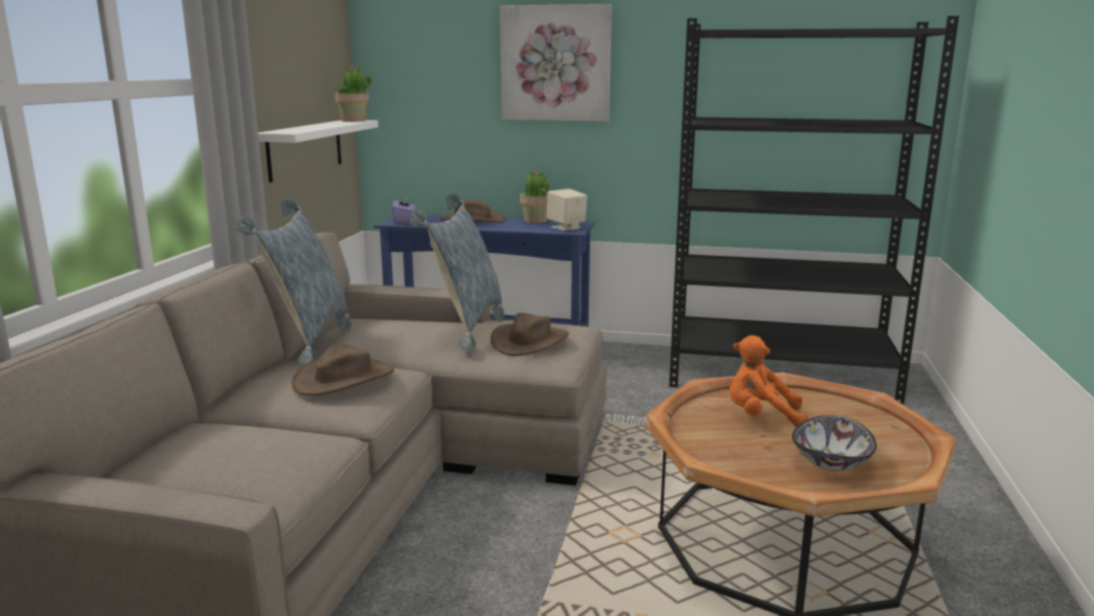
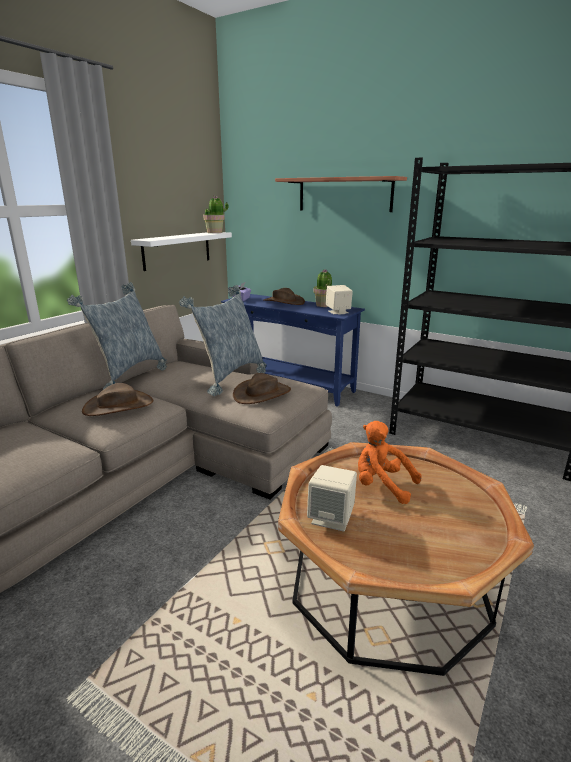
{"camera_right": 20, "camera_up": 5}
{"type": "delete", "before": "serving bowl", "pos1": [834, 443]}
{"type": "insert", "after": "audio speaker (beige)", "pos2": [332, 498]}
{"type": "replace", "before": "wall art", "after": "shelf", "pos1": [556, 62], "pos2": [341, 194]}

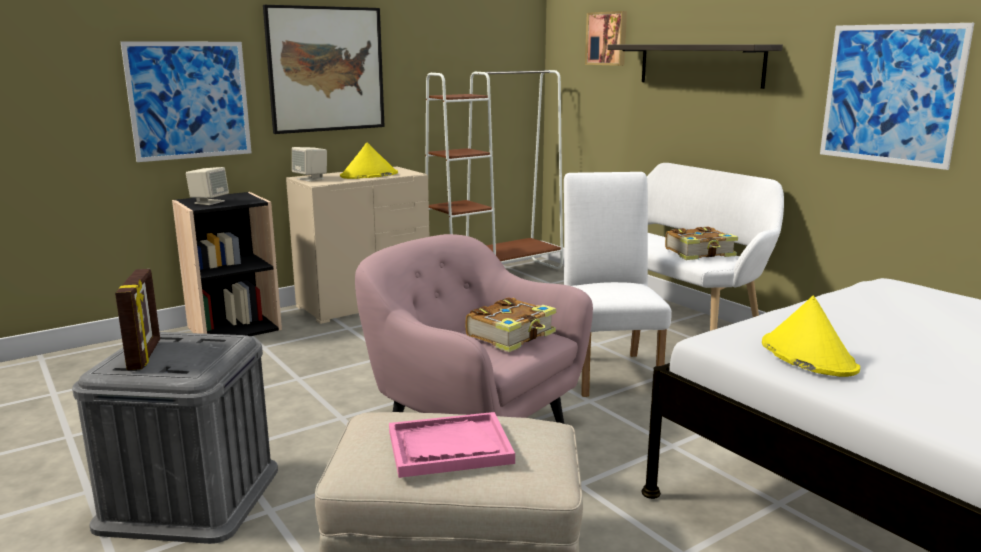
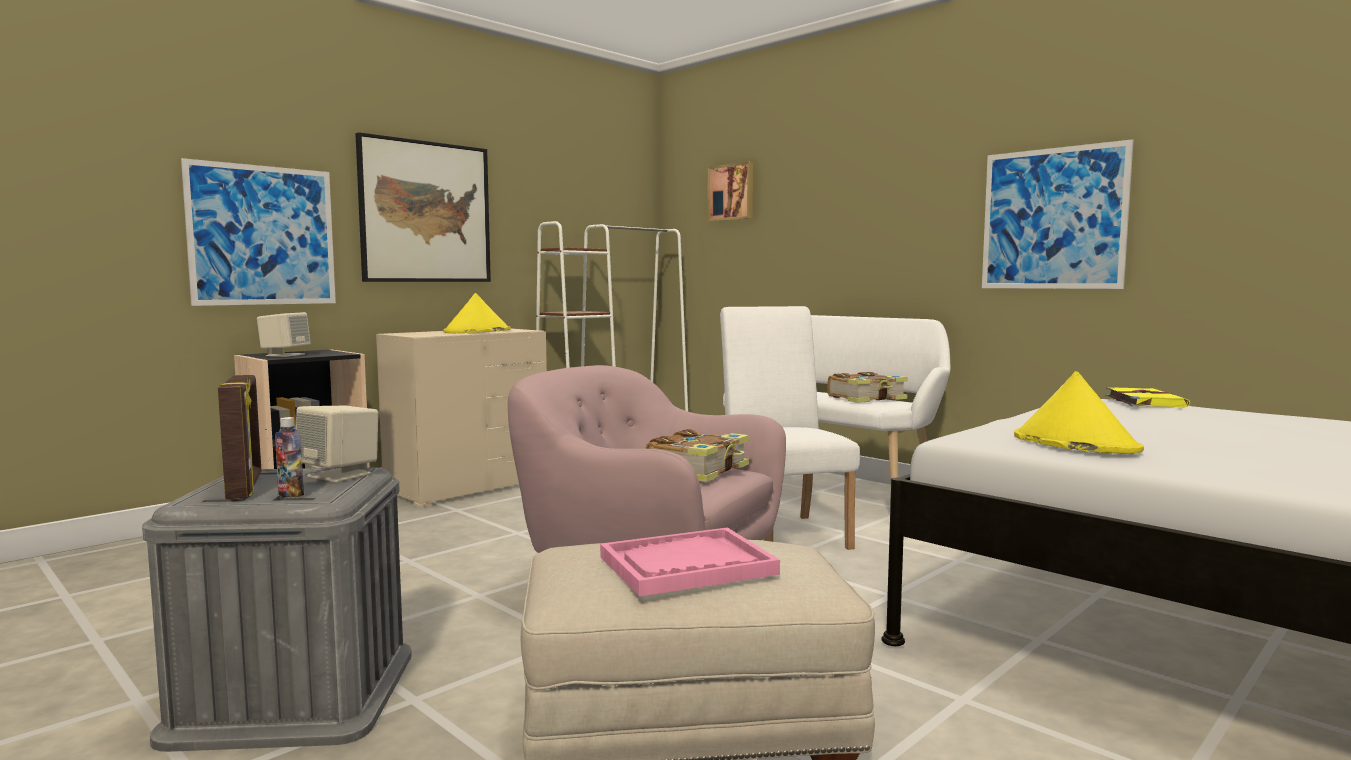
{"camera_right": -10, "camera_up": -10}
{"type": "delete", "before": "shelf", "pos1": [695, 67]}
{"type": "insert", "after": "drink bottle", "pos2": [289, 457]}
{"type": "insert", "after": "volume (yellow)", "pos2": [1147, 397]}
{"type": "move", "before": "audio speaker (beige)", "pos1": [309, 164], "pos2": [337, 444]}

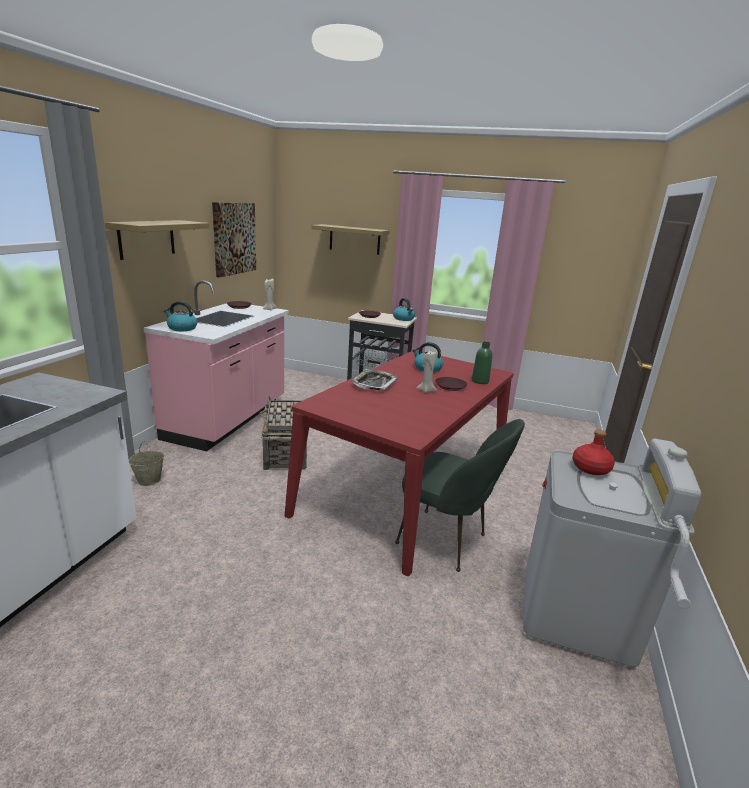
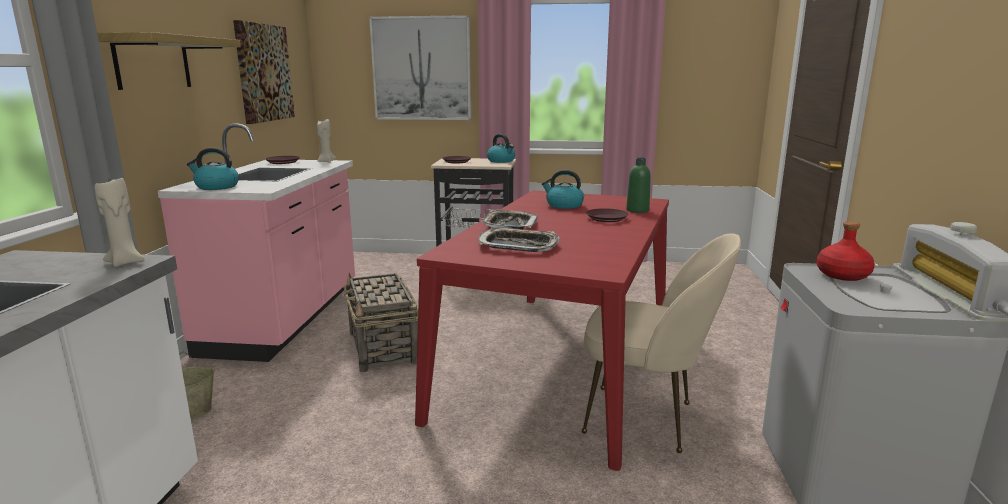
{"camera_right": -10, "camera_up": -5}
{"type": "insert", "after": "serving tray", "pos2": [518, 240]}
{"type": "move", "before": "wax candle (beige)", "pos1": [426, 372], "pos2": [120, 222]}
{"type": "replace", "before": "shelf", "after": "wall art", "pos1": [350, 239], "pos2": [420, 67]}
{"type": "recolor", "before": "plain chair (green)", "after": "plain chair (beige)", "pos1": [460, 495], "pos2": [661, 343]}

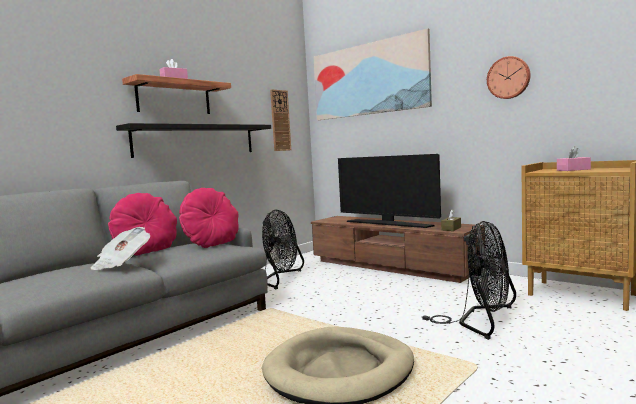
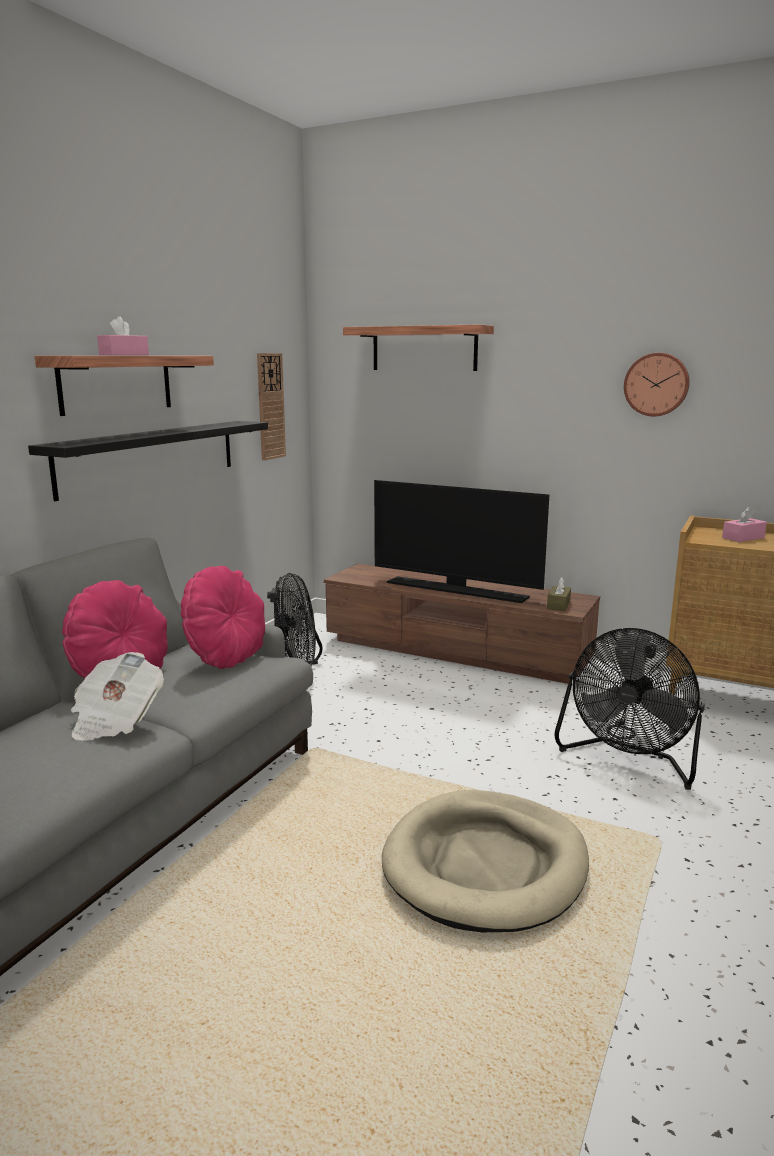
{"camera_right": -15, "camera_up": 10}
{"type": "replace", "before": "wall art", "after": "shelf", "pos1": [372, 74], "pos2": [418, 347]}
{"type": "rotate", "before": "electric fan (black)", "pos1": [469, 280], "pos2": [630, 709], "turn": 105}

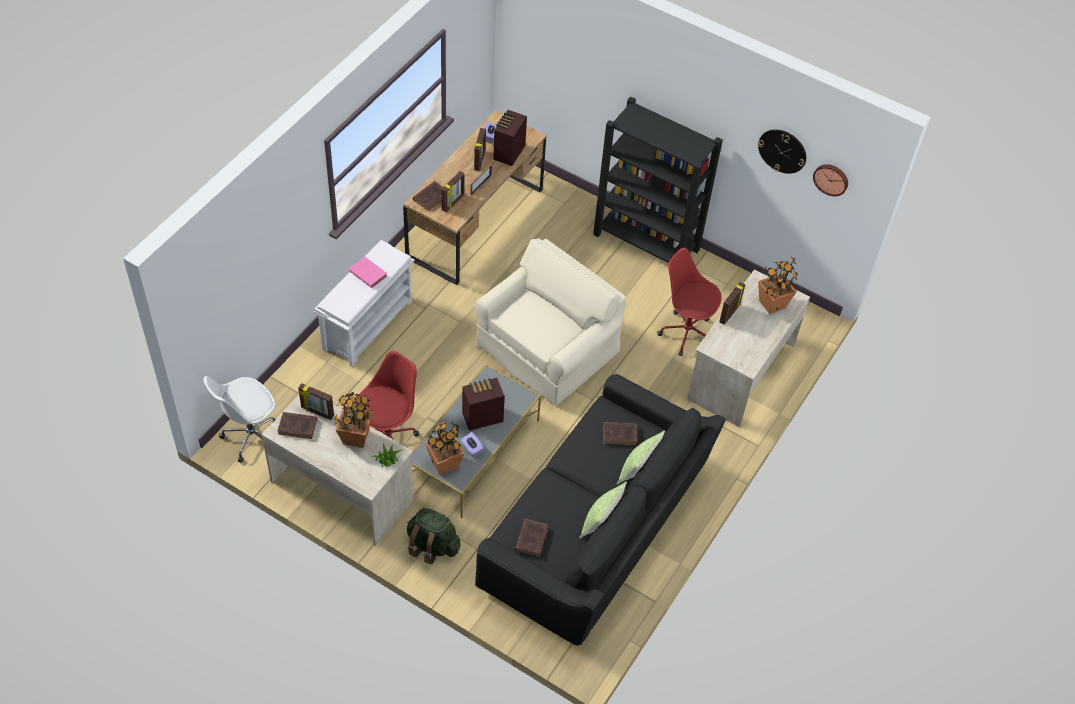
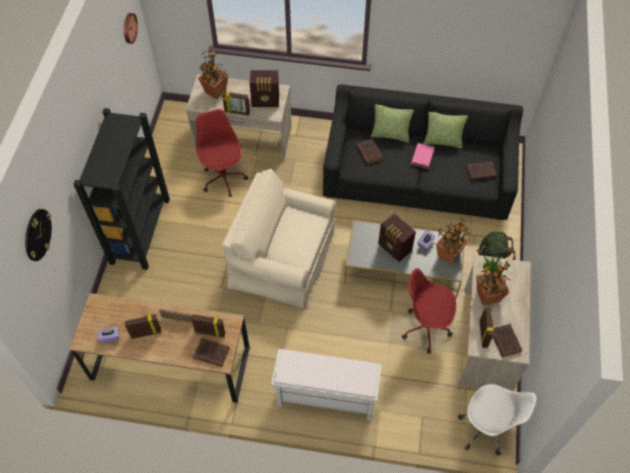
{"camera_right": -110, "camera_up": 5}
{"type": "move", "before": "volume (pink)", "pos1": [368, 272], "pos2": [423, 155]}
{"type": "move", "before": "radio receiver", "pos1": [510, 138], "pos2": [264, 88]}
{"type": "move", "before": "clock on the wall", "pos1": [782, 151], "pos2": [38, 235]}
{"type": "rotate", "before": "computer chair (red)", "pos1": [689, 302], "pos2": [222, 153], "turn": 150}

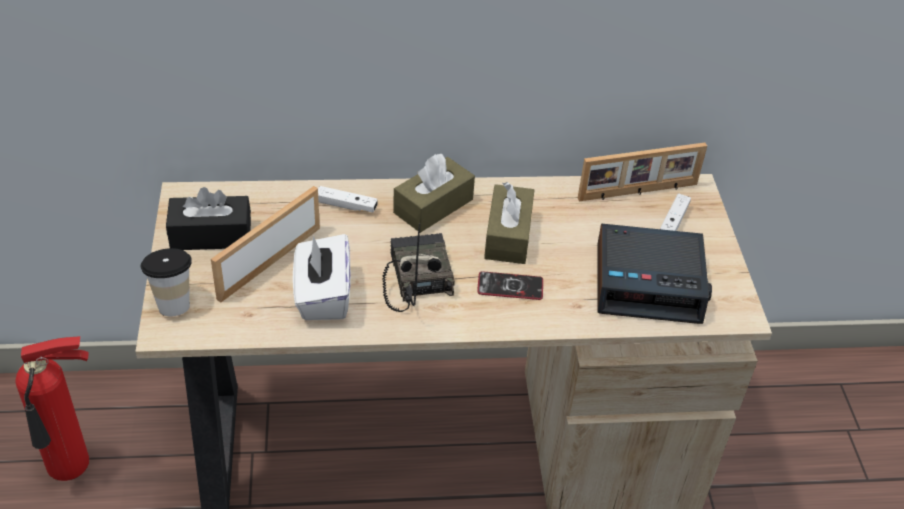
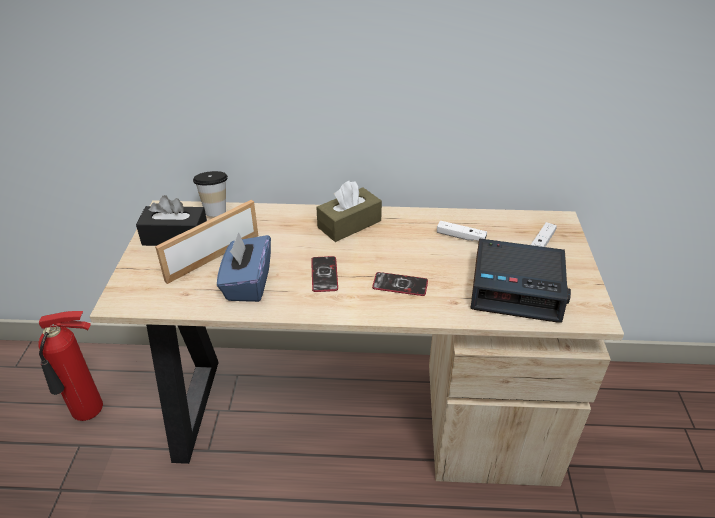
{"camera_right": 10, "camera_up": -5}
{"type": "delete", "before": "tissue holder (brown)", "pos1": [509, 223]}
{"type": "delete", "before": "standing frame", "pos1": [642, 172]}
{"type": "move", "before": "cup", "pos1": [166, 282], "pos2": [210, 194]}
{"type": "move", "before": "joypad (whitish)", "pos1": [348, 199], "pos2": [462, 231]}
{"type": "replace", "before": "radio receiver", "after": "handset", "pos1": [419, 267], "pos2": [324, 274]}
{"type": "recolor", "before": "tissue holder (whitish)", "after": "tissue holder (blue)", "pos1": [321, 277], "pos2": [244, 267]}

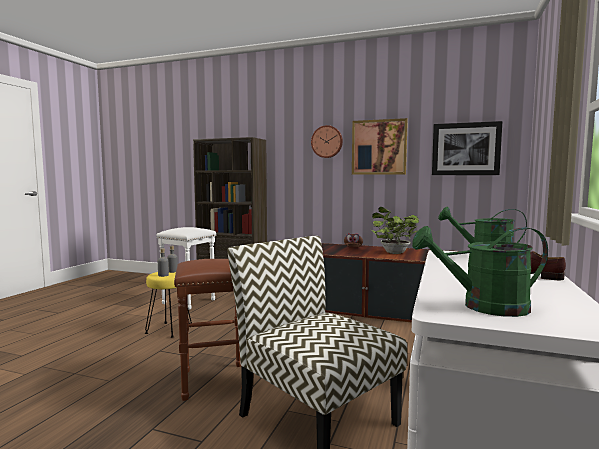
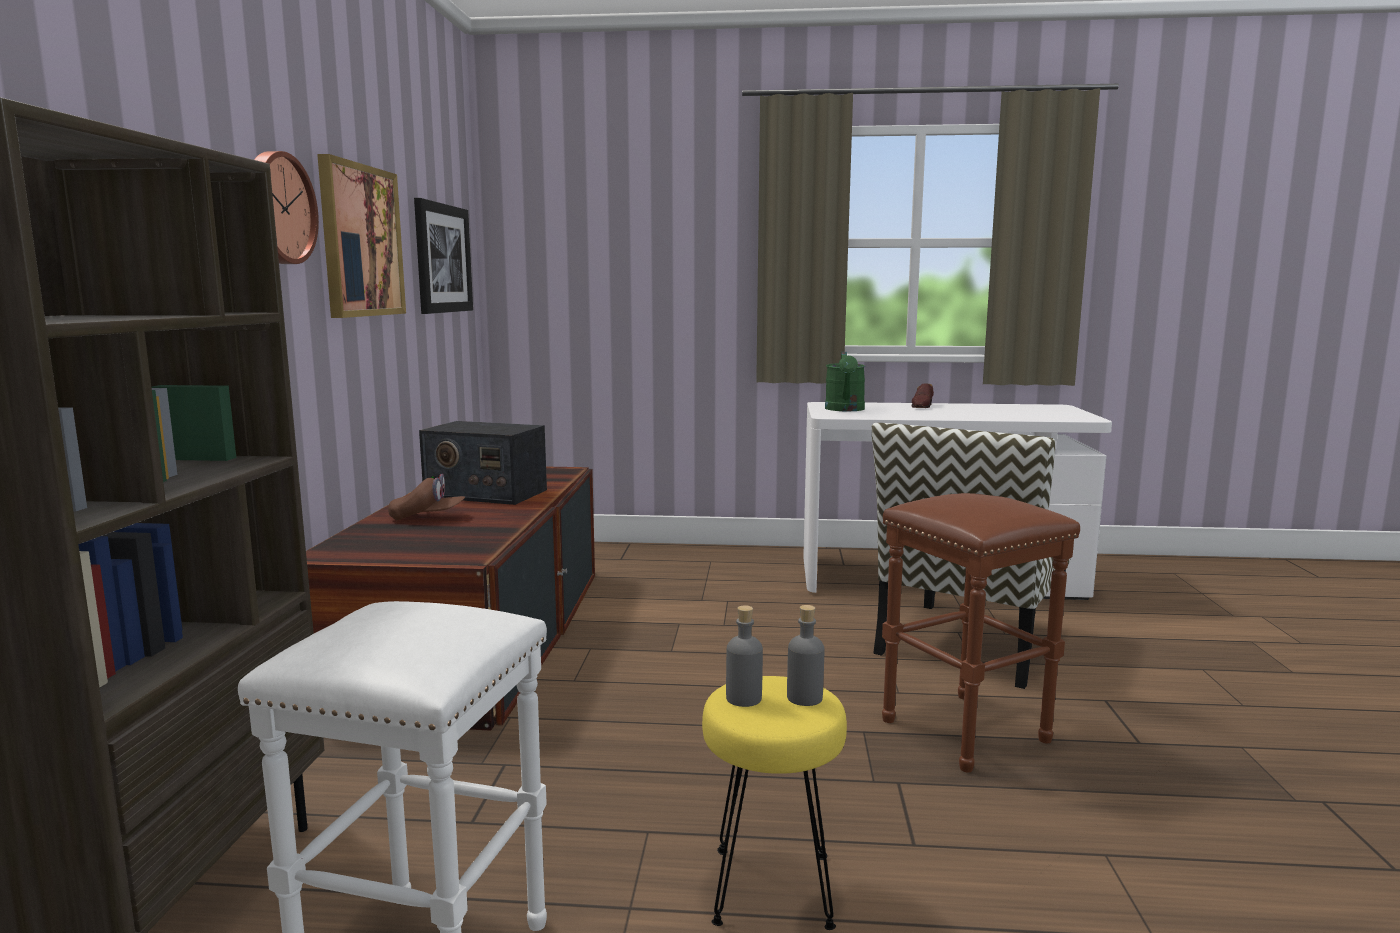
{"camera_right": -105, "camera_up": 5}
{"type": "delete", "before": "watering pot (green)", "pos1": [480, 271]}
{"type": "replace", "before": "potted plant", "after": "radio receiver", "pos1": [395, 230], "pos2": [483, 463]}

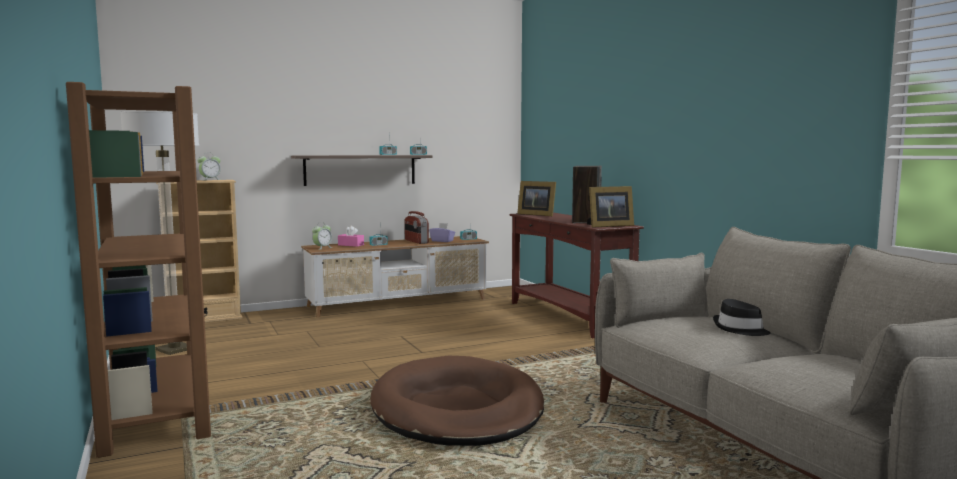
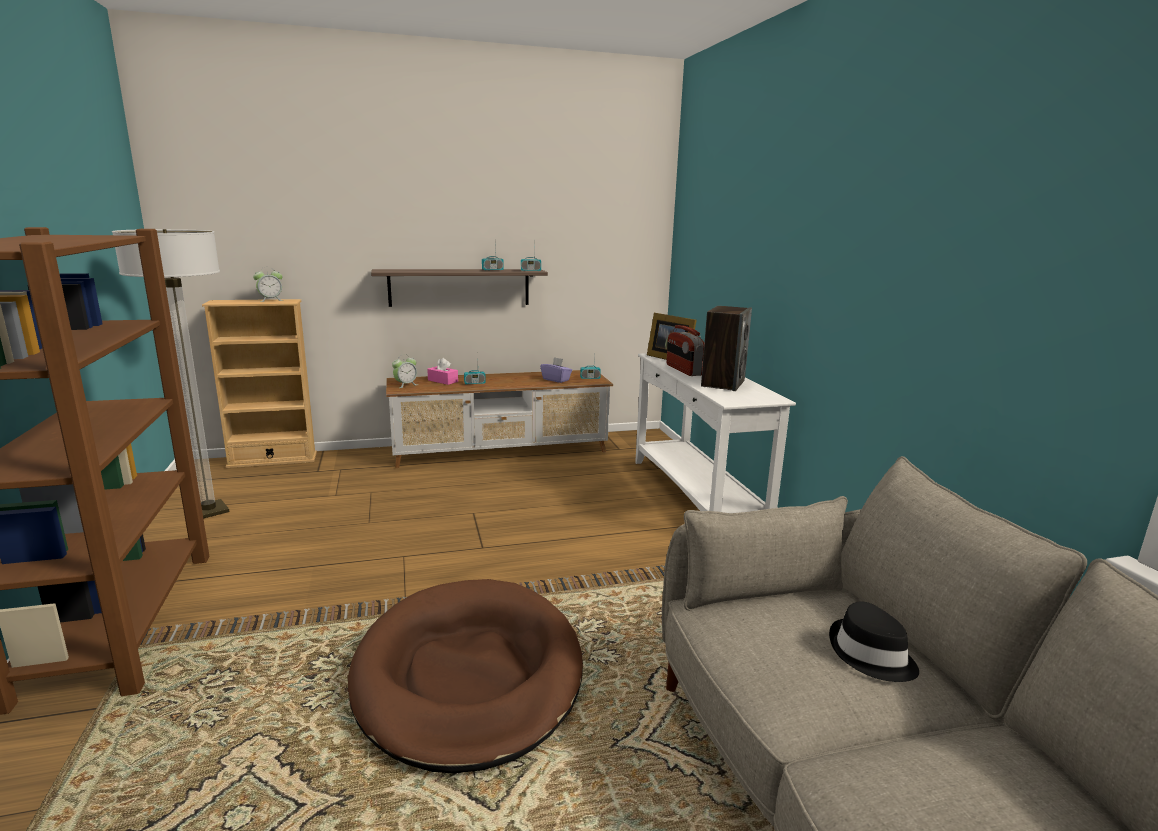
{"camera_right": 10, "camera_up": 10}
{"type": "delete", "before": "standing frame", "pos1": [610, 207]}
{"type": "move", "before": "radio receiver", "pos1": [417, 227], "pos2": [685, 350]}
{"type": "recolor", "before": "console table (brown)", "after": "console table (whitish)", "pos1": [577, 275], "pos2": [715, 433]}

